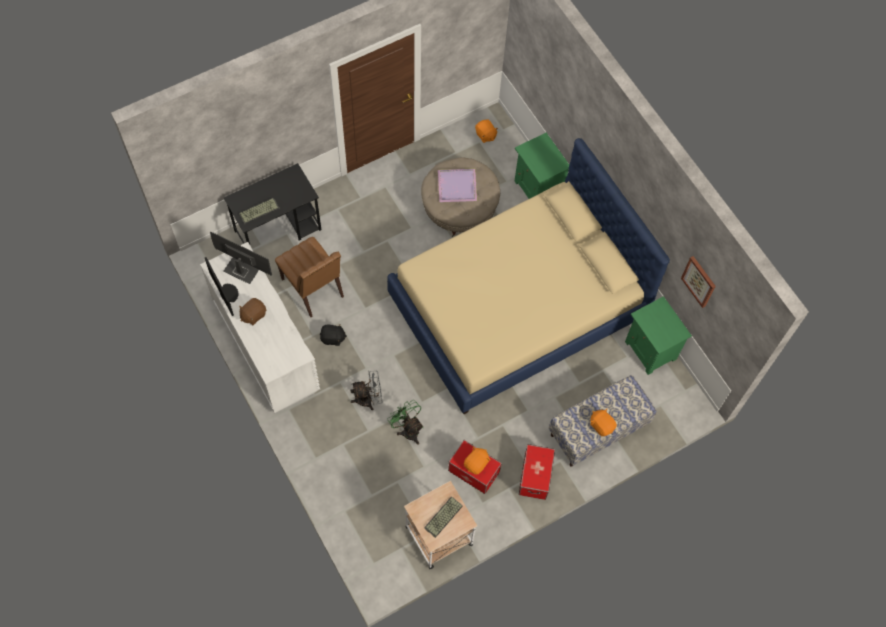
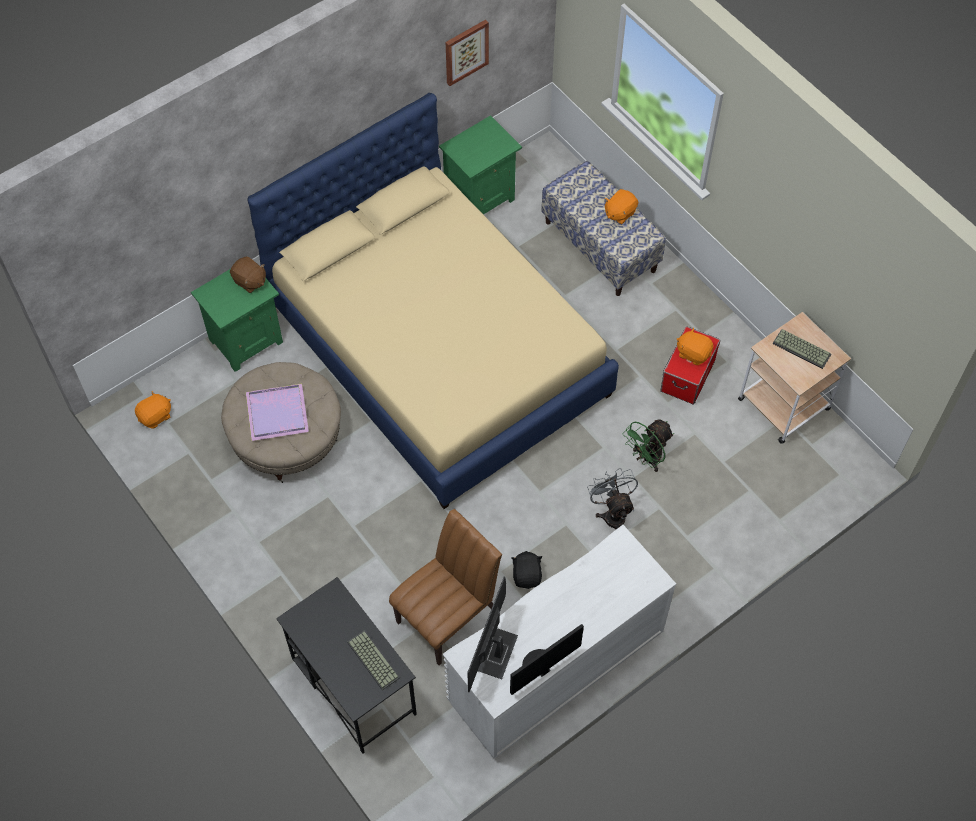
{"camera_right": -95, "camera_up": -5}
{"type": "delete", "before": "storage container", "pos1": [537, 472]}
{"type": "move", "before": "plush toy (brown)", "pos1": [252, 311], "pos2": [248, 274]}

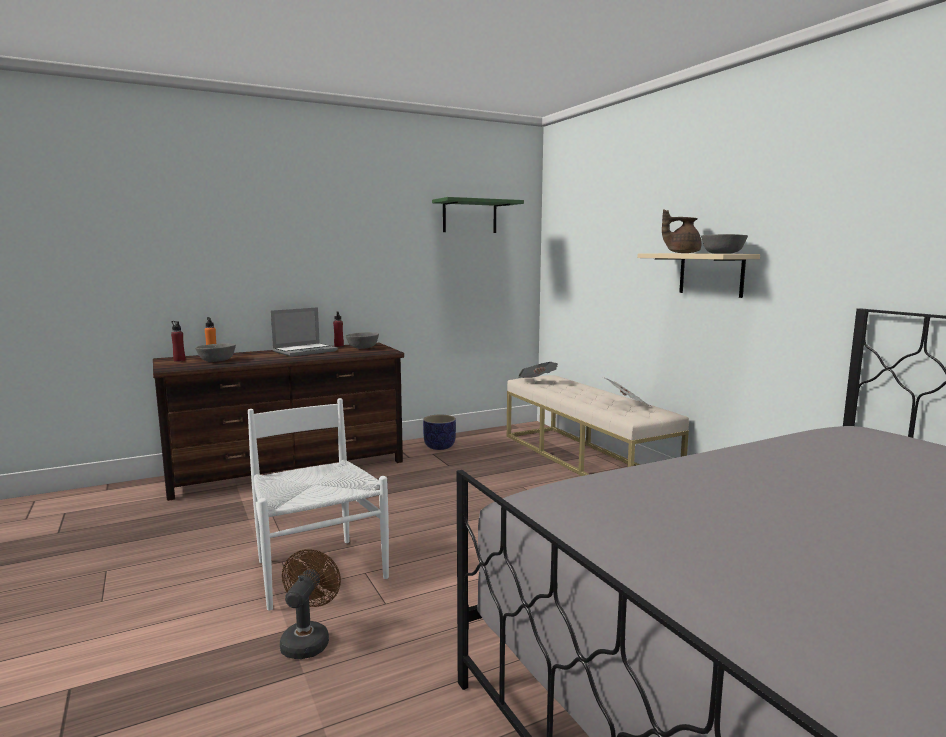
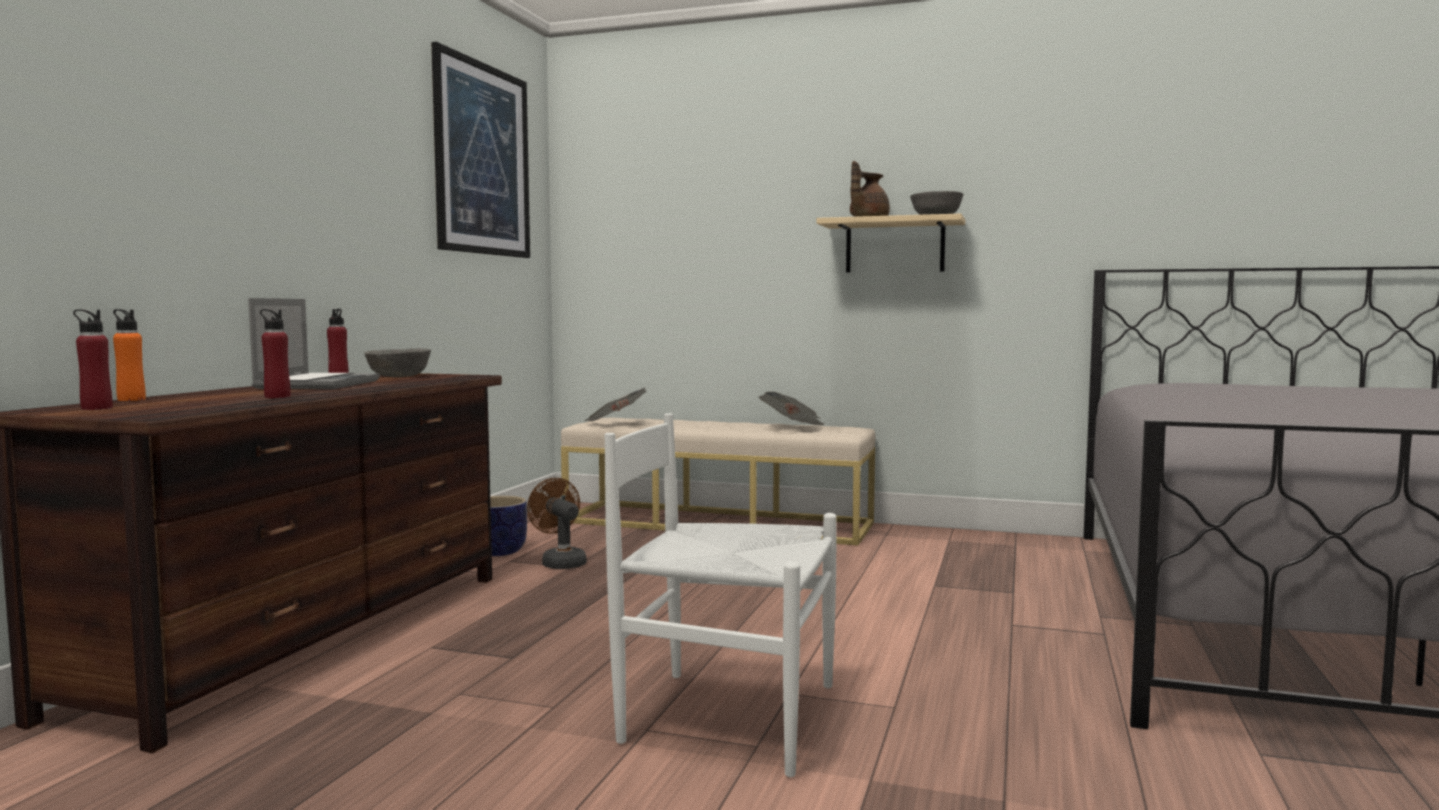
{"camera_right": -45, "camera_up": -5}
{"type": "delete", "before": "serving bowl (grey)", "pos1": [215, 352]}
{"type": "insert", "after": "drink bottle (red)", "pos2": [275, 353]}
{"type": "move", "before": "electric fan (brown)", "pos1": [310, 604], "pos2": [557, 523]}
{"type": "replace", "before": "shelf (green)", "after": "wall art", "pos1": [478, 215], "pos2": [480, 150]}

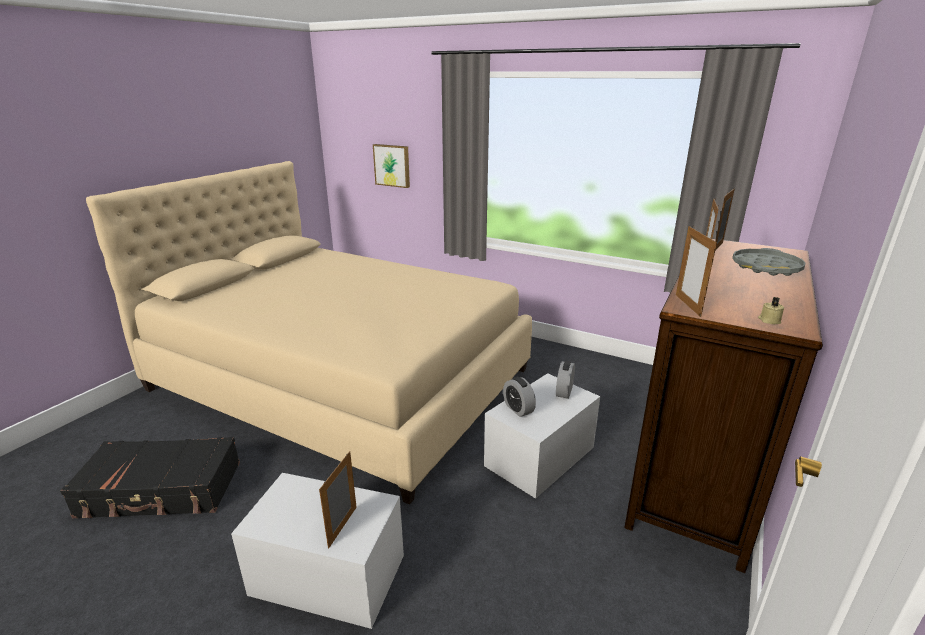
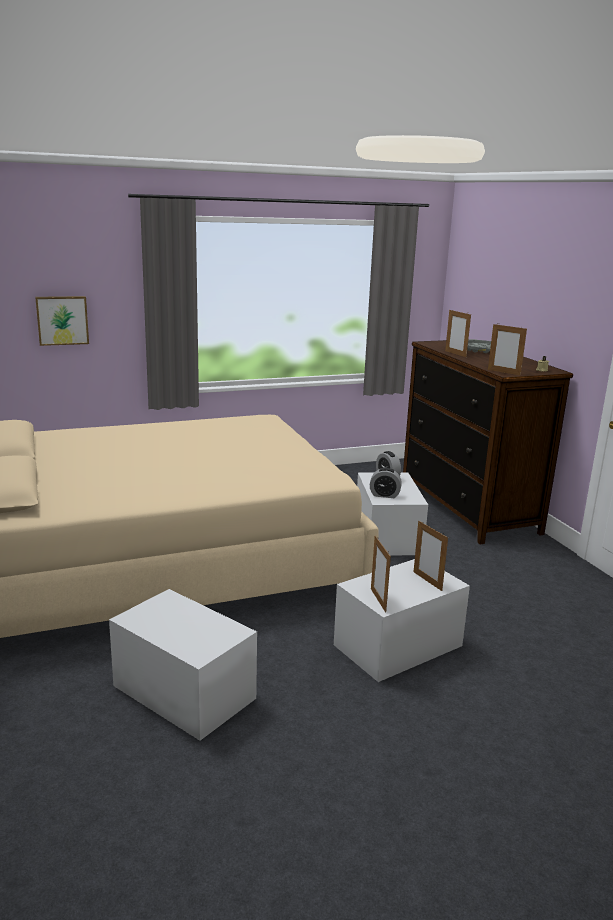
{"camera_right": -50, "camera_up": -5}
{"type": "move", "before": "standing frame", "pos1": [725, 220], "pos2": [381, 574]}
{"type": "replace", "before": "piece of luggage (black)", "after": "storage container (whitish)", "pos1": [150, 477], "pos2": [183, 665]}

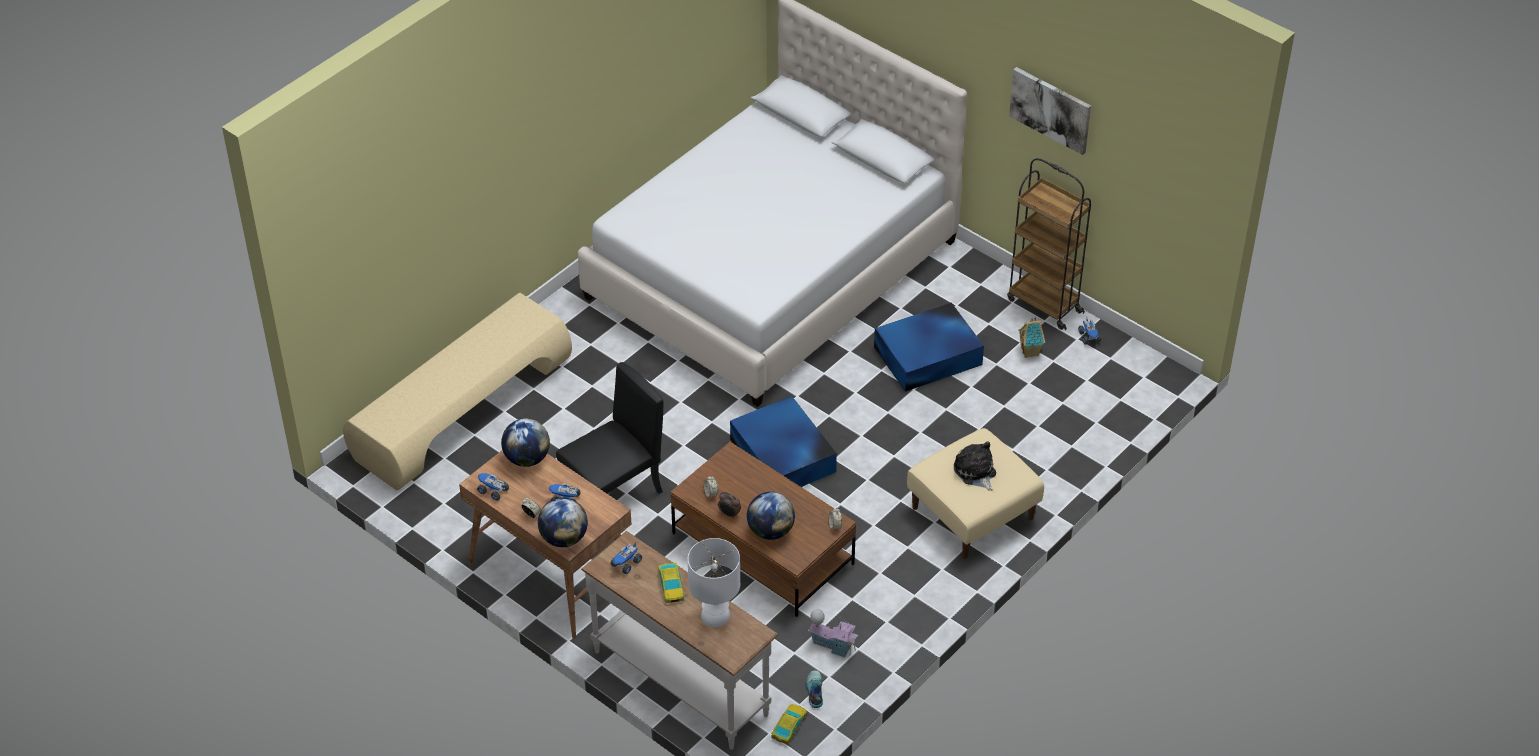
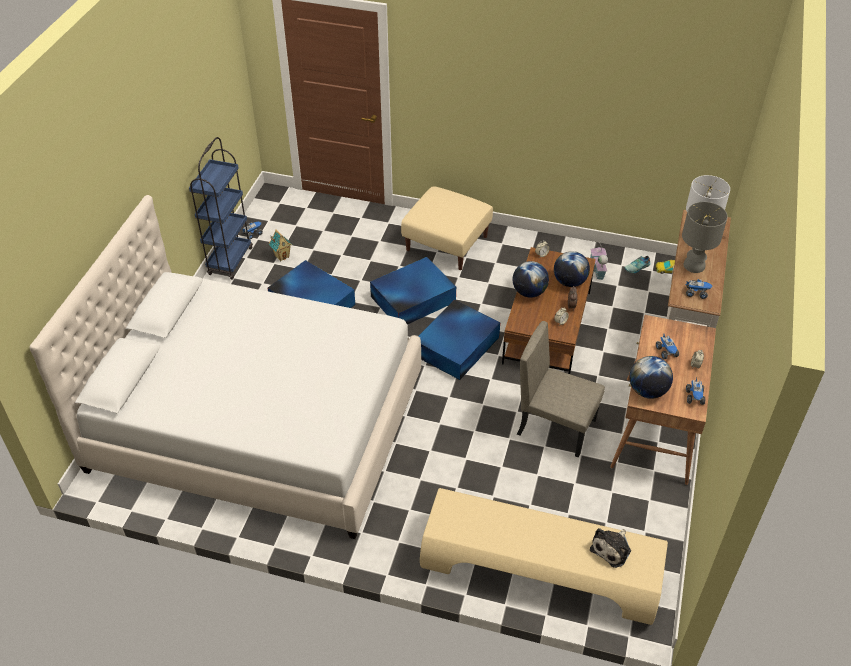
{"camera_right": -115, "camera_up": 0}
{"type": "delete", "before": "wall art", "pos1": [1050, 111]}
{"type": "insert", "after": "storage container (blue)", "pos2": [413, 291]}
{"type": "move", "before": "globe", "pos1": [563, 522], "pos2": [531, 279]}
{"type": "move", "before": "plush toy", "pos1": [975, 466], "pos2": [610, 548]}
{"type": "replace", "before": "toy car", "after": "tabletop lamp (grey)", "pos1": [671, 583], "pos2": [705, 237]}
{"type": "recolor", "before": "plain chair (black)", "after": "plain chair (beige)", "pos1": [609, 428], "pos2": [561, 389]}
{"type": "recolor", "before": "cart (brown)", "after": "cart (blue)", "pos1": [1049, 244], "pos2": [221, 208]}

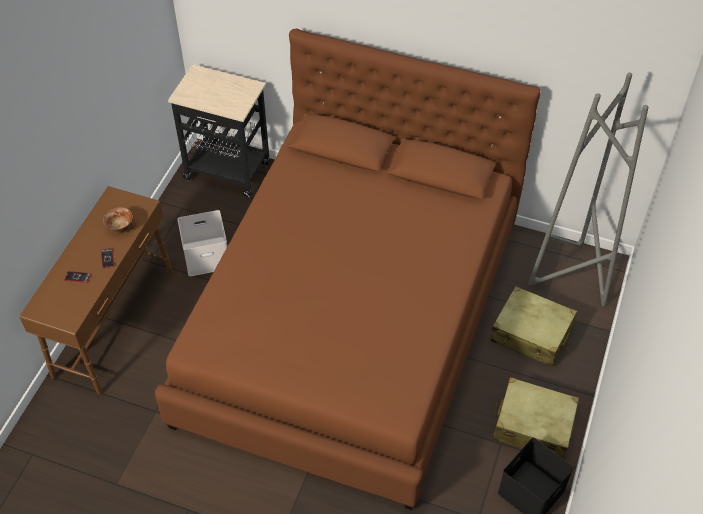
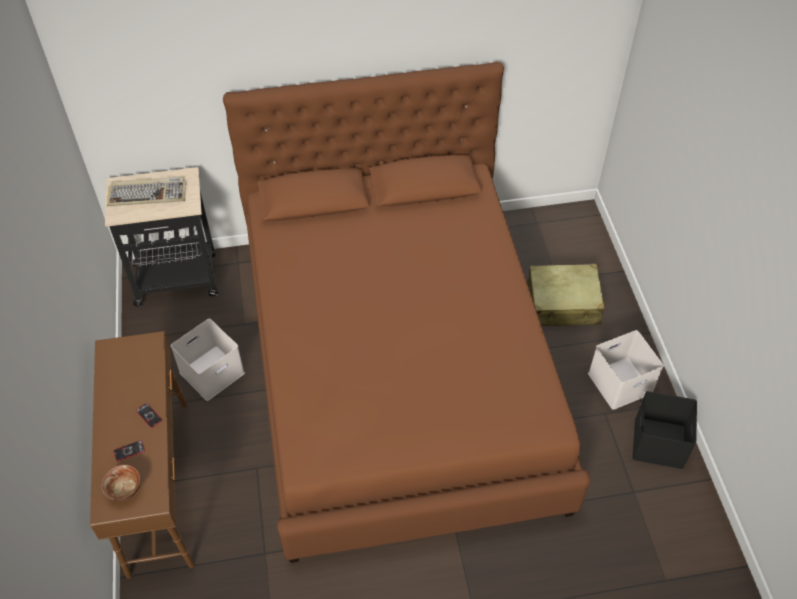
{"camera_right": -30, "camera_up": 0}
{"type": "delete", "before": "garment stand (grey)", "pos1": [588, 189]}
{"type": "insert", "after": "keyboard", "pos2": [146, 191]}
{"type": "move", "before": "serving bowl", "pos1": [118, 220], "pos2": [120, 482]}
{"type": "replace", "before": "piece of luggage (beige)", "after": "storage container (whitish)", "pos1": [535, 418], "pos2": [626, 370]}

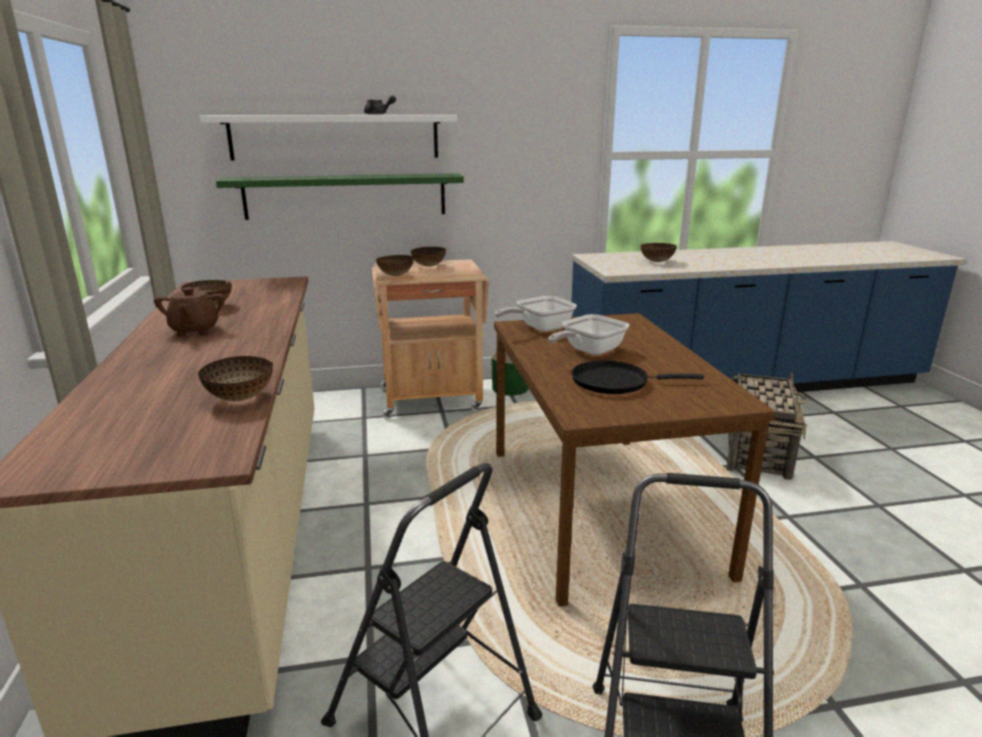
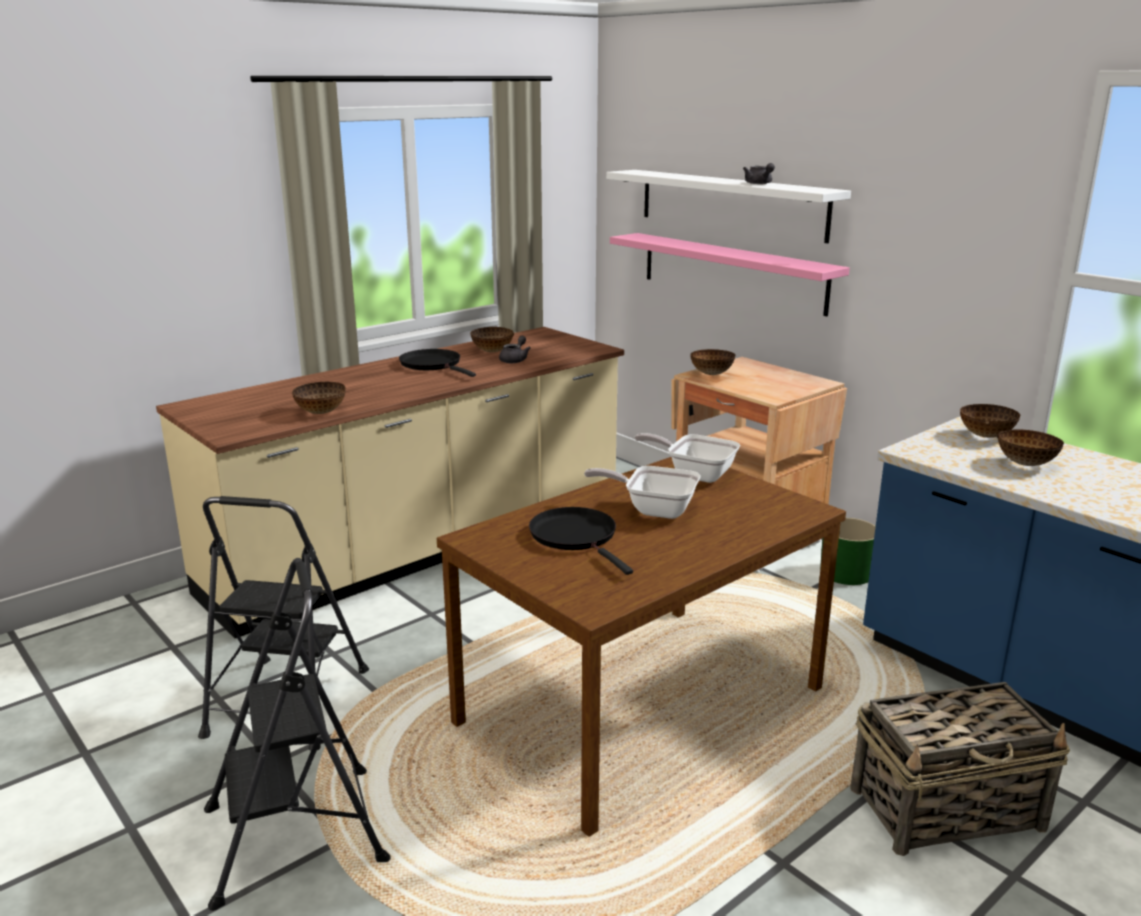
{"camera_right": 60, "camera_up": 0}
{"type": "insert", "after": "tea pot (grey)", "pos2": [515, 349]}
{"type": "move", "before": "serving bowl", "pos1": [428, 257], "pos2": [990, 421]}
{"type": "replace", "before": "tea pot (brown)", "after": "skillet (black)", "pos1": [189, 311], "pos2": [437, 363]}
{"type": "recolor", "before": "shelf (green)", "after": "shelf (pink)", "pos1": [340, 196], "pos2": [730, 274]}

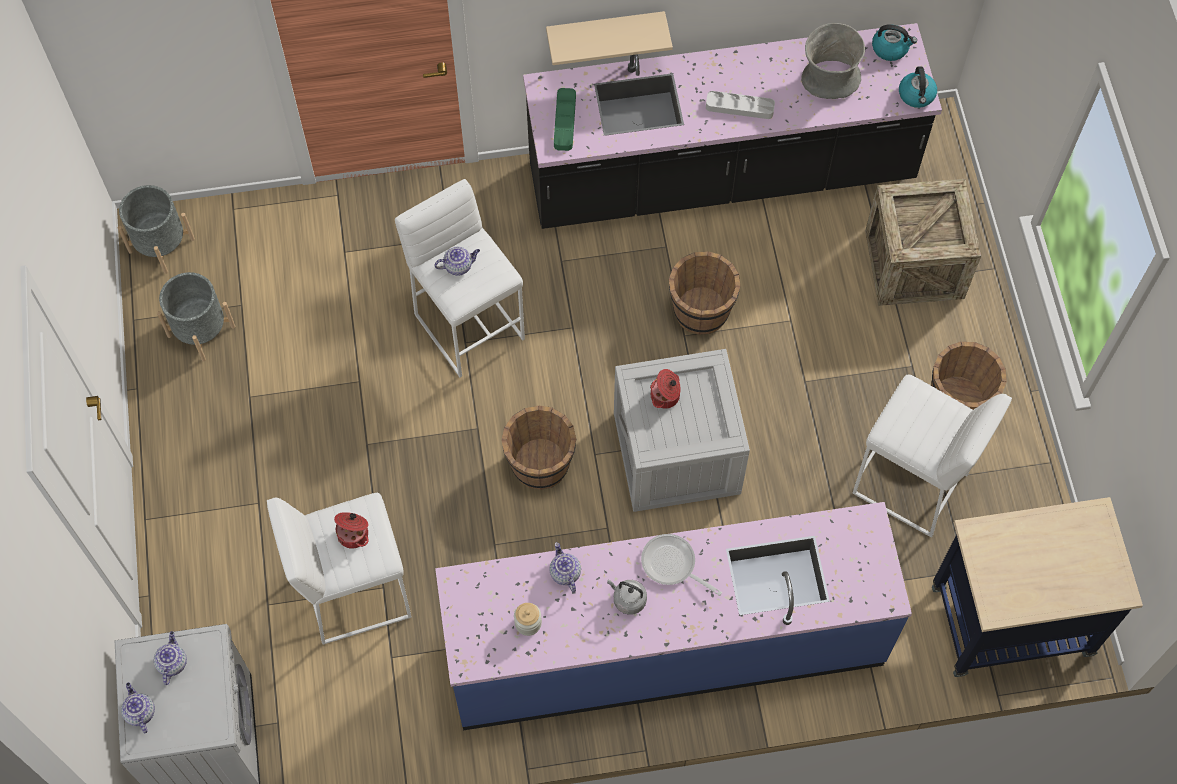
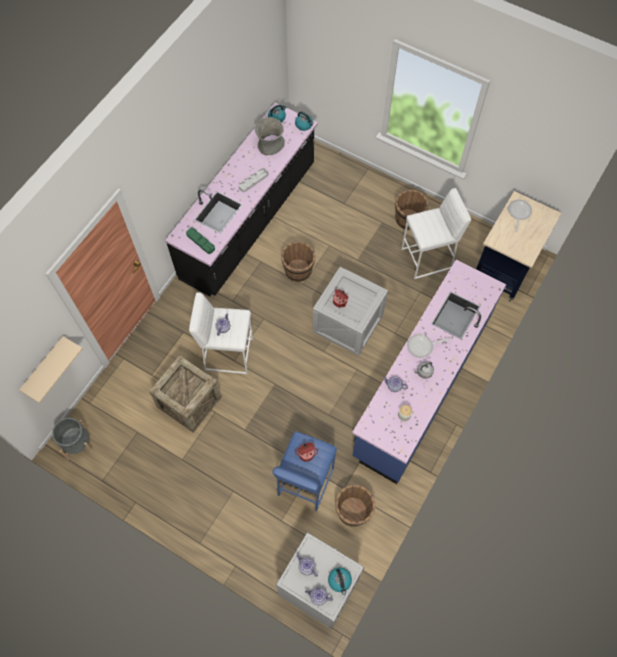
{"camera_right": -50, "camera_up": 0}
{"type": "delete", "before": "plant pot (grey)", "pos1": [196, 316]}
{"type": "insert", "after": "kettle", "pos2": [340, 581]}
{"type": "insert", "after": "skillet", "pos2": [520, 216]}
{"type": "move", "before": "water bucket (brown)", "pos1": [538, 448], "pos2": [355, 506]}
{"type": "move", "before": "shelf (beige)", "pos1": [609, 38], "pos2": [51, 369]}
{"type": "move", "before": "shipping crate", "pos1": [923, 242], "pos2": [185, 394]}
{"type": "recolor", "before": "stool seat (whitish)", "after": "stool seat (blue)", "pos1": [339, 568], "pos2": [304, 471]}

